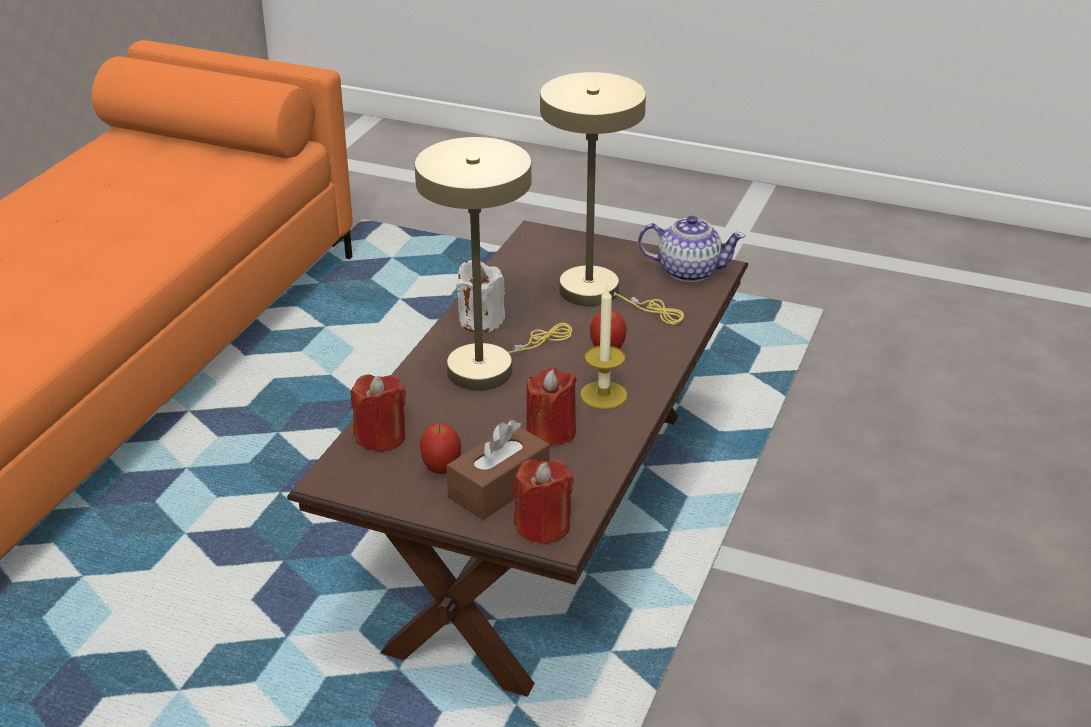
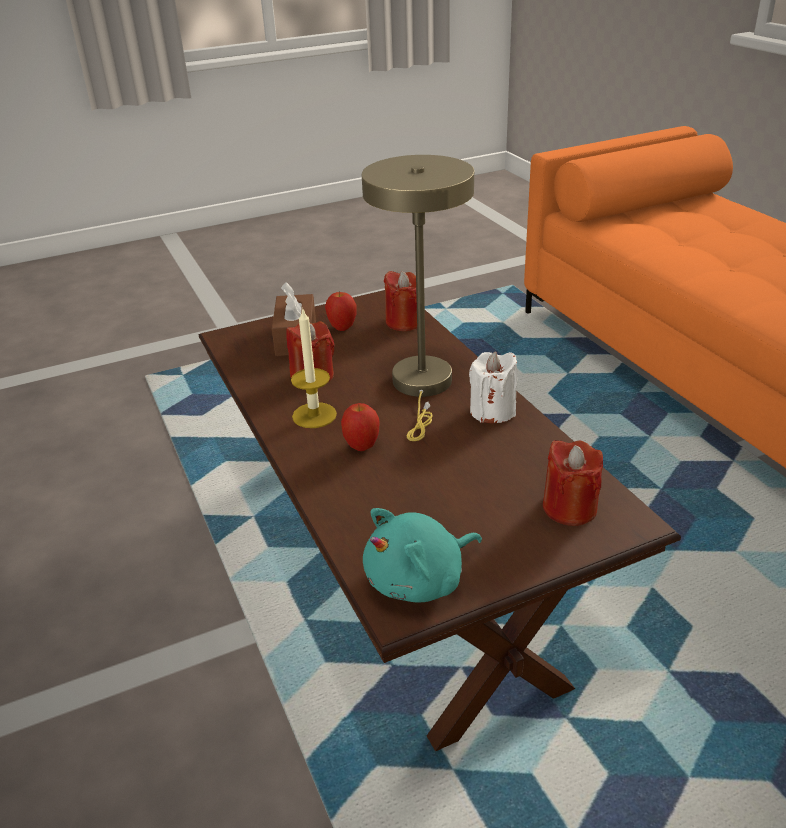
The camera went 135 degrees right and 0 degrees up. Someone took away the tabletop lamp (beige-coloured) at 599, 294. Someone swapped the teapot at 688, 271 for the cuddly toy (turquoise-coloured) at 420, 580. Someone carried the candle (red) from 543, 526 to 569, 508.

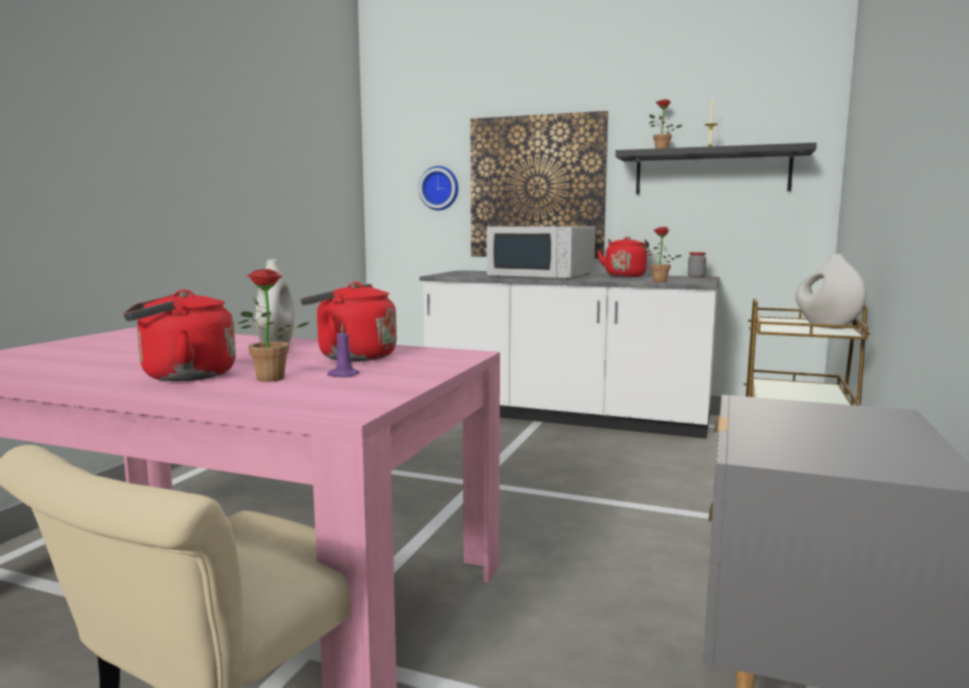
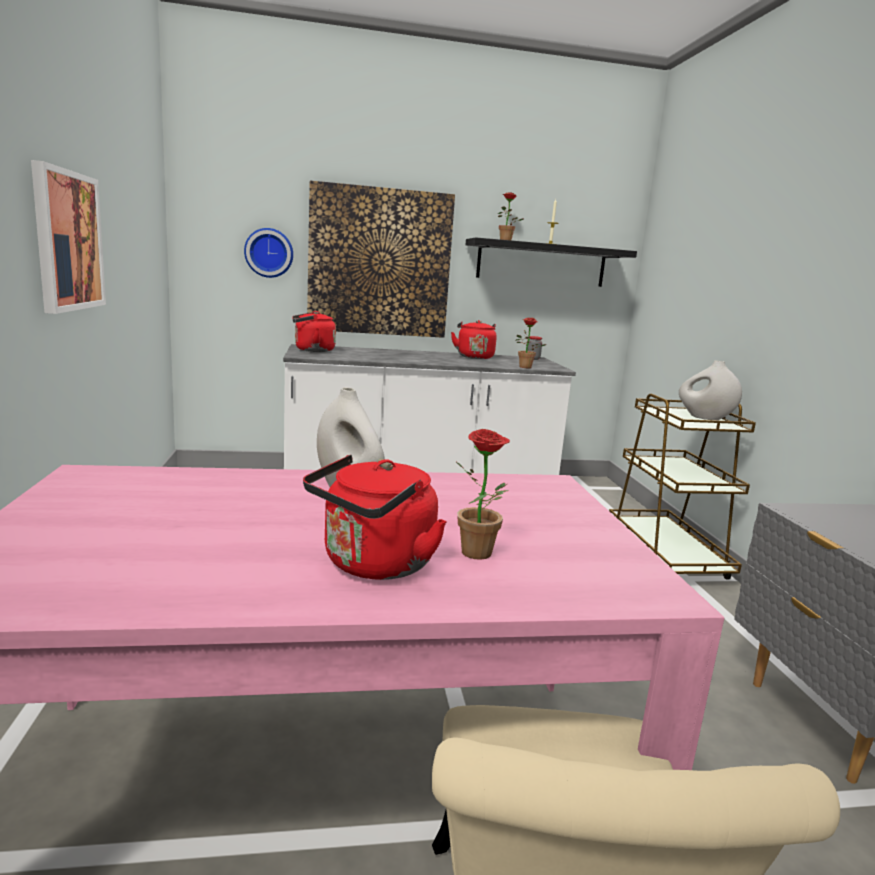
The camera went 30 degrees left and 5 degrees up. Someone took away the microwave (white-coloured) at 542, 275. Someone carried the tea kettle (red) from 352, 357 to 312, 350. Someone took away the candle (purple-coloured) at 342, 375. Someone put up the wall art at 67, 241.

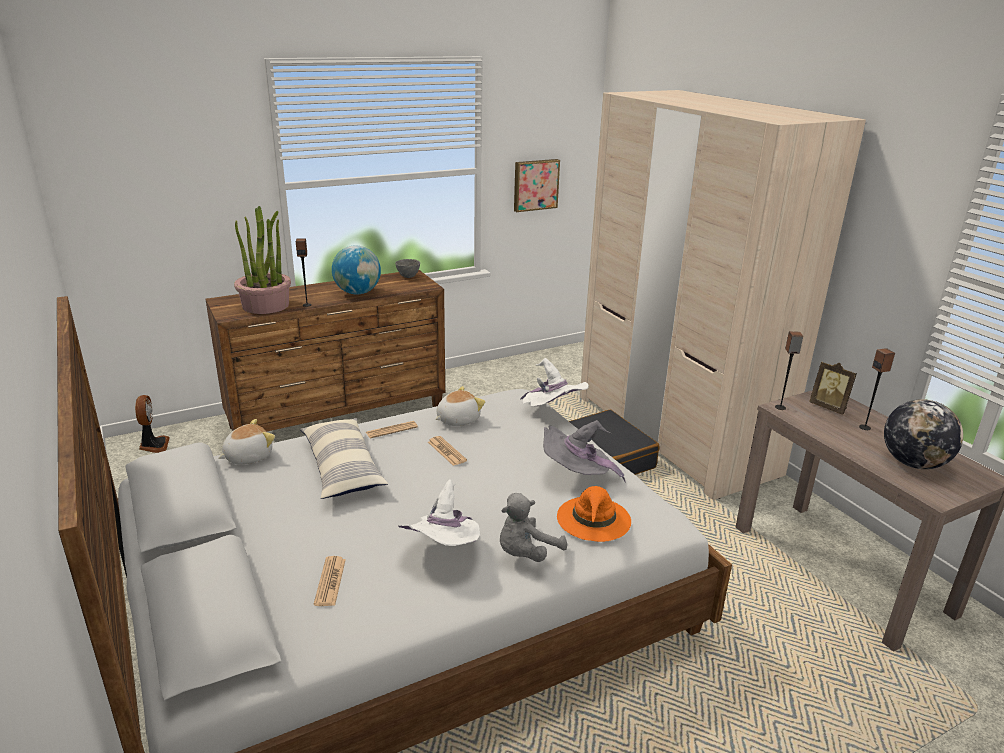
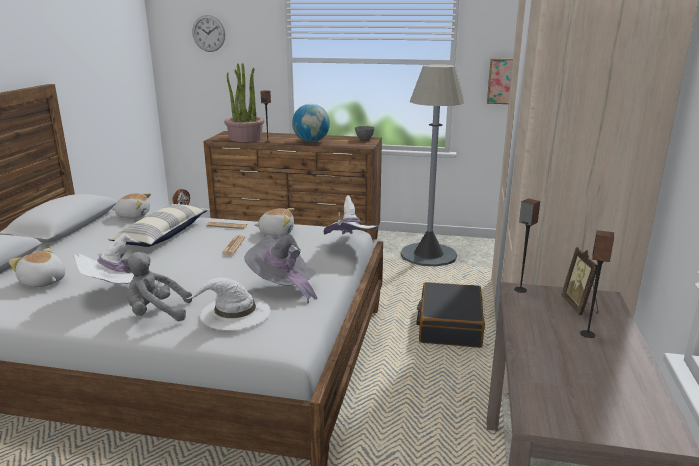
The camera went 40 degrees right and 5 degrees down. Someone took away the world globe at 913, 463. Someone repainted the wearable hat (orangey) at 594, 519, which became the wearable hat (white-coloured) at 234, 313. Someone swapped the daily paper at 330, 581 for the cuddly toy at 43, 282. Someone put up the wall clock at 208, 33. Someone put down the standing lamp (greyish) at 428, 255.

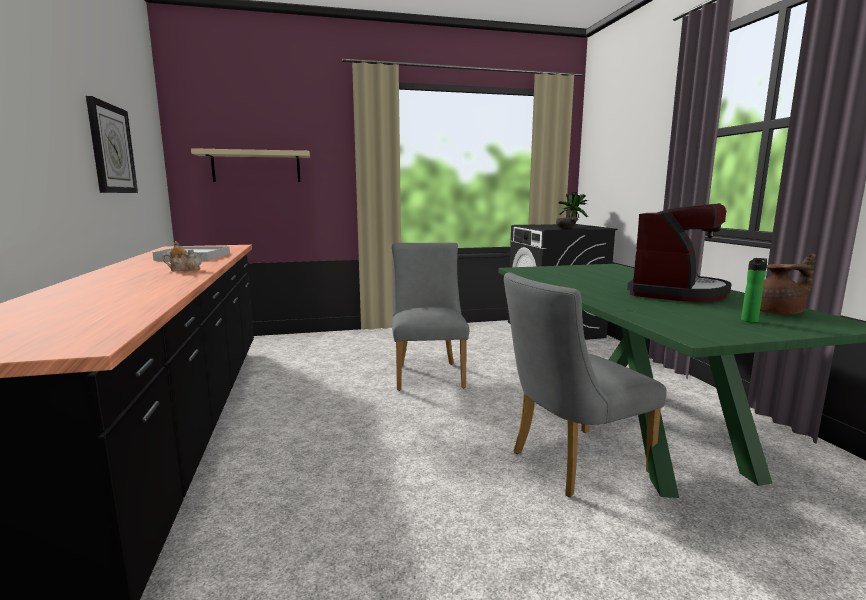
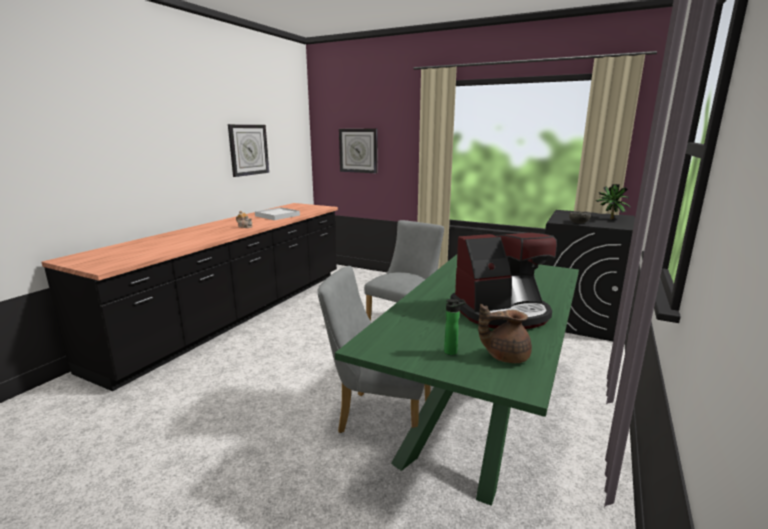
The camera went 40 degrees right and 5 degrees up. Someone swapped the bracket shelf (beige-coloured) at 256, 167 for the wall clock at 358, 150. Someone rotated the teapot (brown-coloured) at 779, 313 by 150 degrees clockwise.

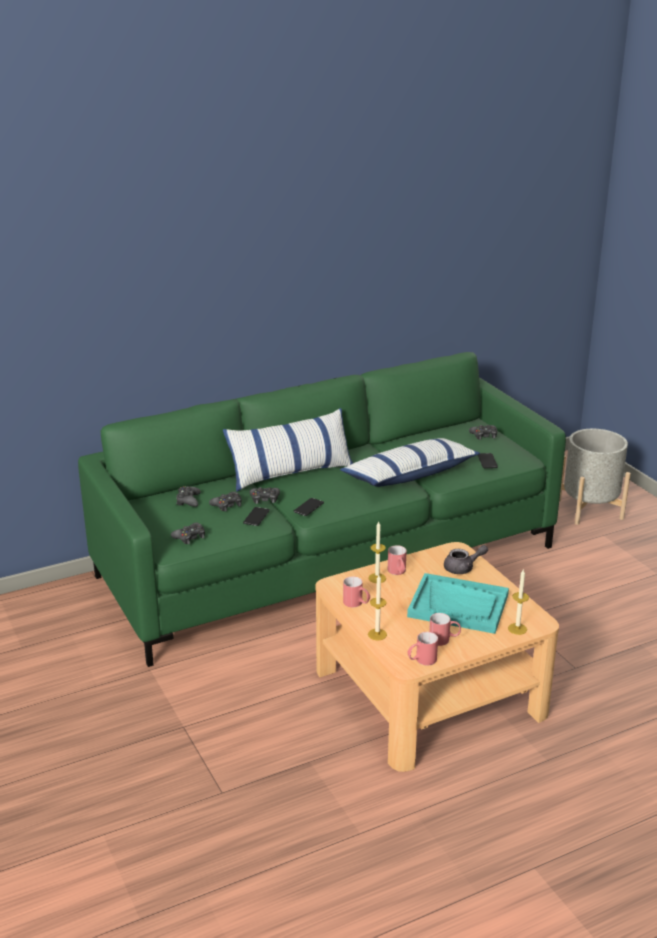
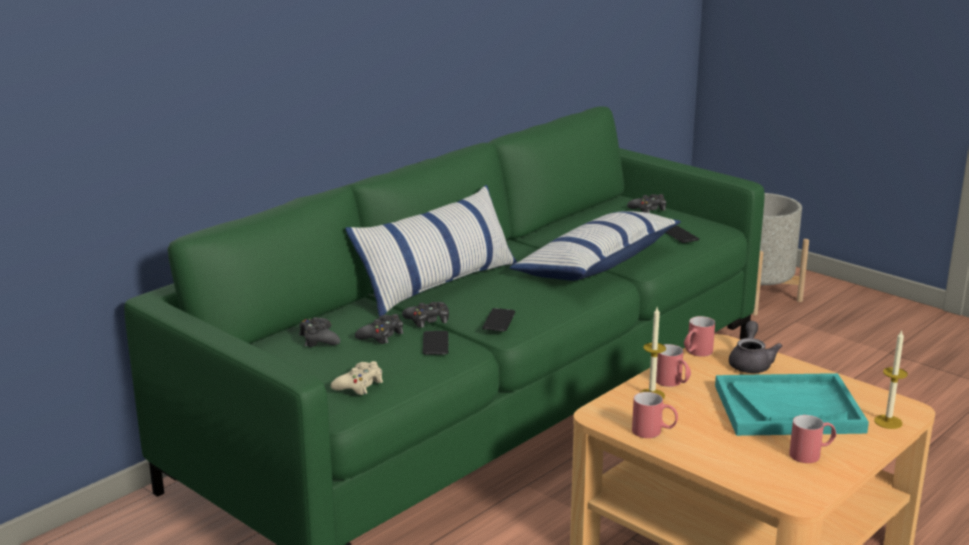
The camera went 20 degrees left and 5 degrees down. Someone repainted the game controller (black) at 189, 537, which became the game controller (beige-coloured) at 359, 385. Someone rotated the teapot (greyish) at 463, 568 by 45 degrees counterclockwise. Someone took away the candle at 377, 634. Someone carried the coffee mug (red) from 421, 661 to 696, 353.

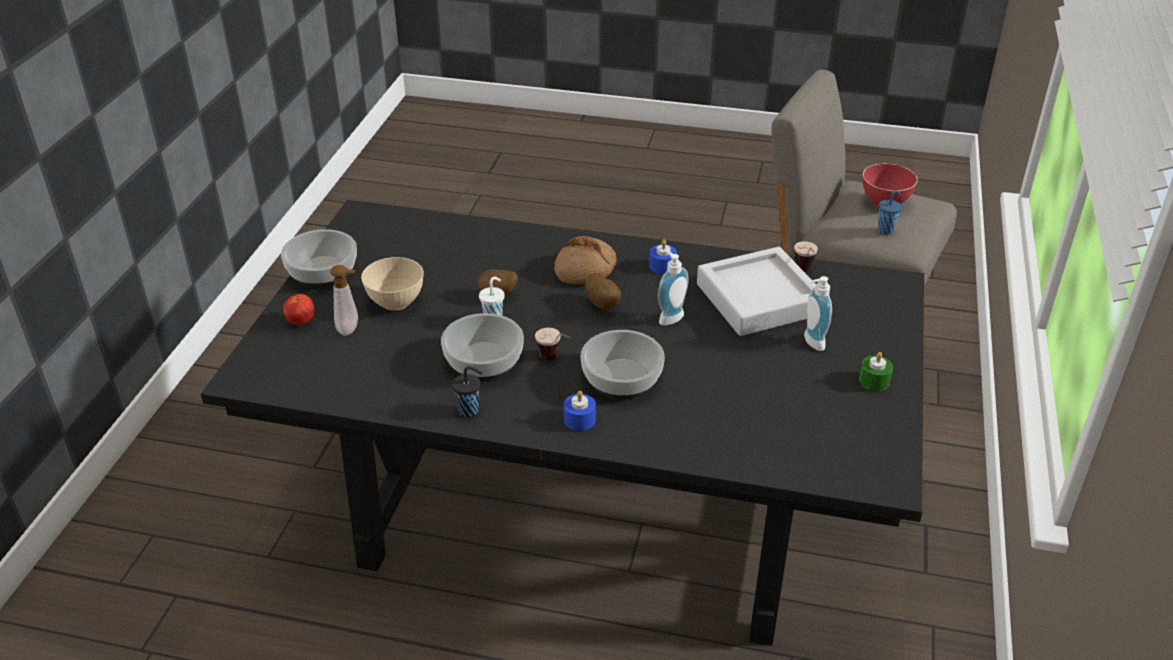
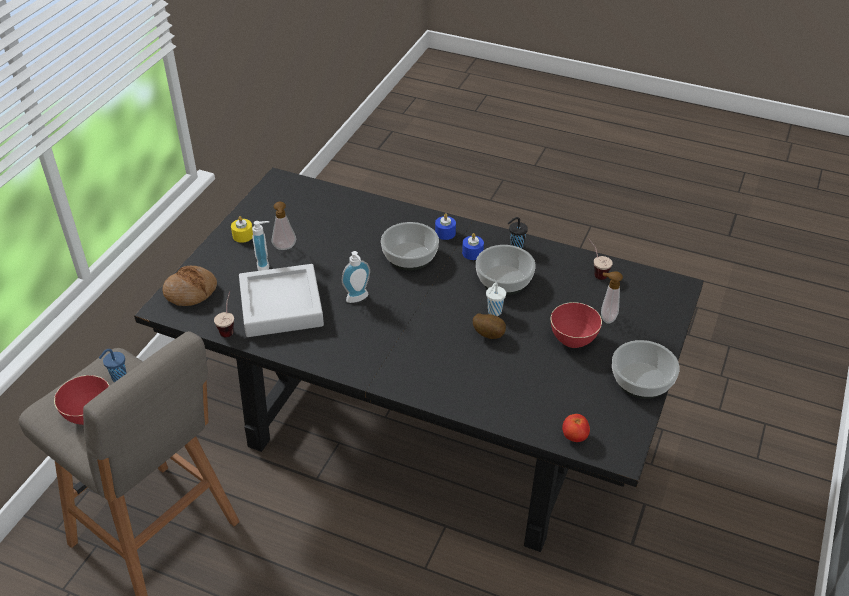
The camera went 170 degrees left and 5 degrees up. Someone carried the bread from 585, 270 to 191, 291. Someone carried the candle (blue) from 662, 266 to 472, 253. Someone repainted the serving bowl (beige-coloured) at 395, 302, which became the serving bowl (red) at 573, 339. Someone took away the potato at 603, 304. Someone carried the fresh tomato from 301, 321 to 574, 437. Someone carried the small cup from 555, 360 to 595, 271. Someone repainted the candle (greenish) at 874, 380, which became the candle (yellowish) at 243, 235. Someone put down the soap bottle at 285, 248.

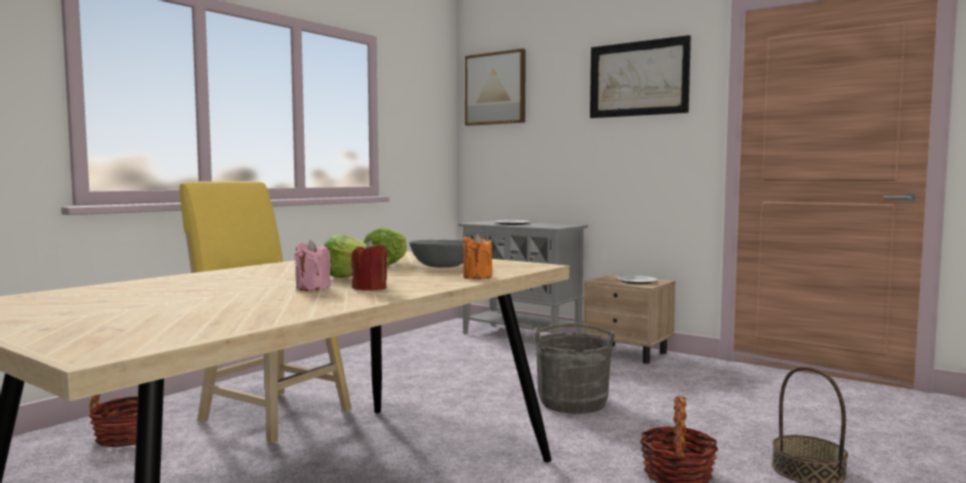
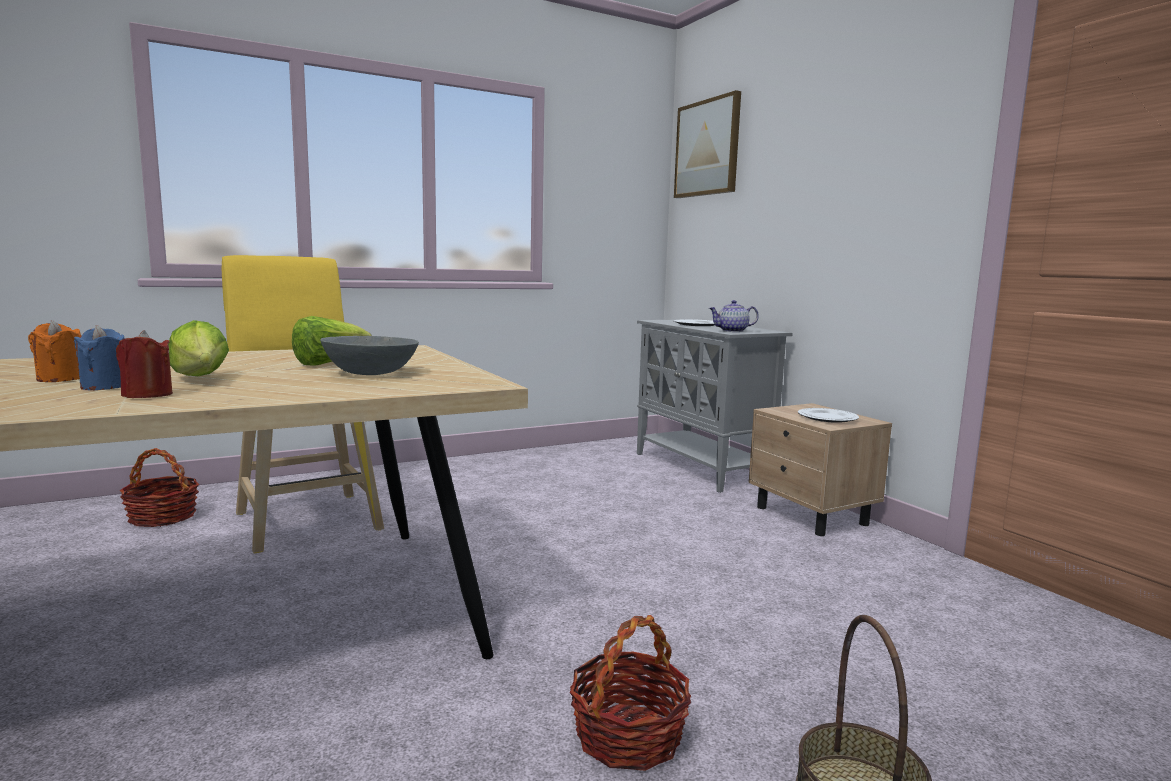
The camera went 25 degrees right and 5 degrees up. Someone took away the wall art at 638, 79. Someone carried the candle (orangey) from 477, 277 to 61, 379. Someone repainted the candle (pink) at 312, 288, which became the candle (blue) at 105, 386. Someone took away the pail (greyish) at 573, 402. Someone put down the teapot at 732, 331.

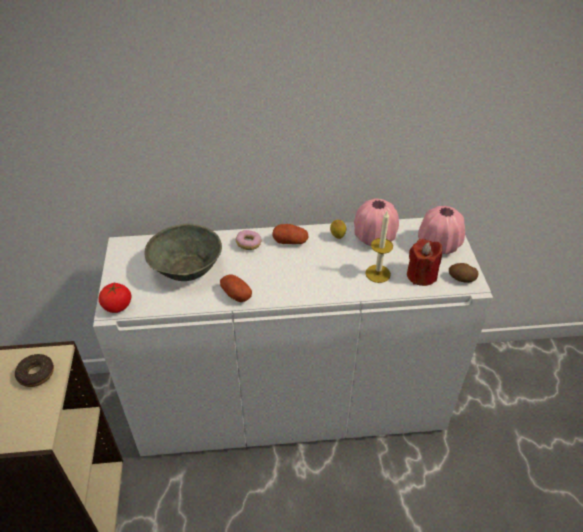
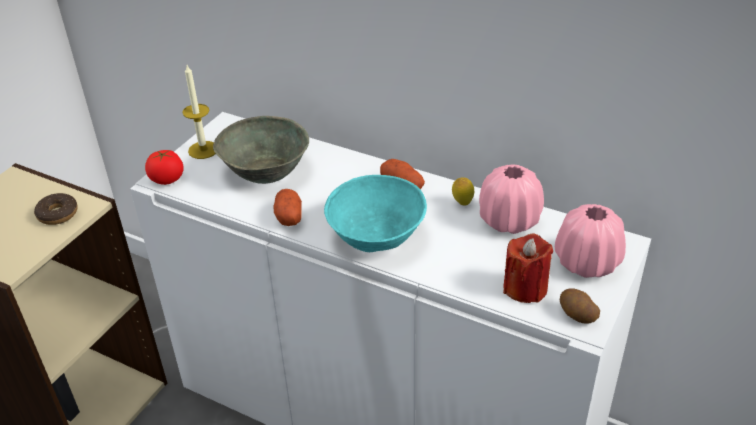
The camera went 35 degrees right and 5 degrees down. Someone carried the candle from 378, 273 to 203, 150. Someone took away the ring doughnut at 248, 244. Someone put down the serving bowl (turquoise-coloured) at 375, 235.

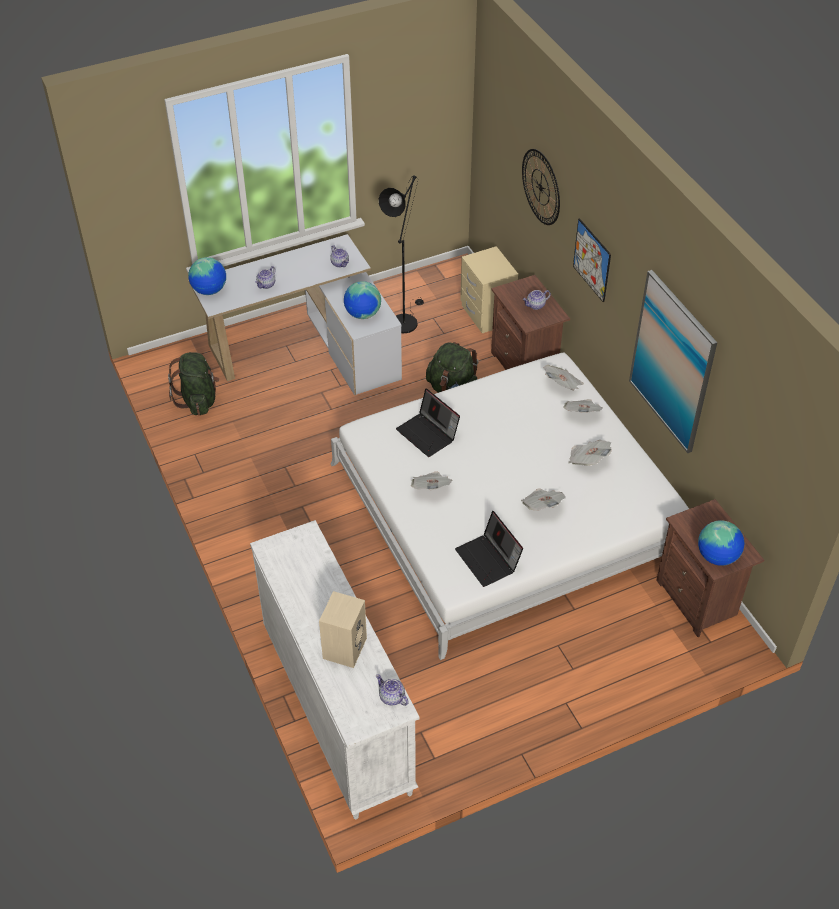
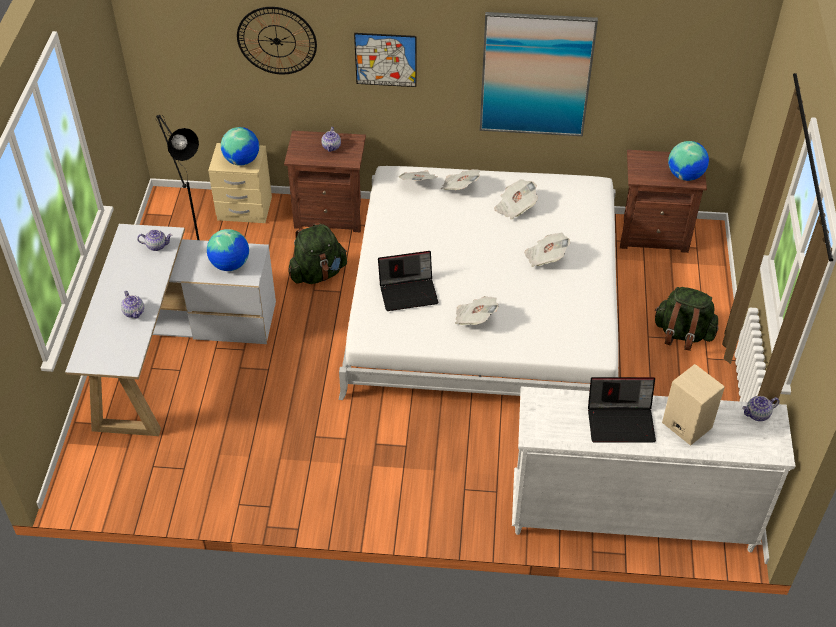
The camera went 60 degrees left and 0 degrees up. Someone carried the world globe from 209, 290 to 242, 160. Someone carried the backpack (greenish) from 198, 400 to 682, 334. Someone carried the laptop from 488, 560 to 621, 421.

